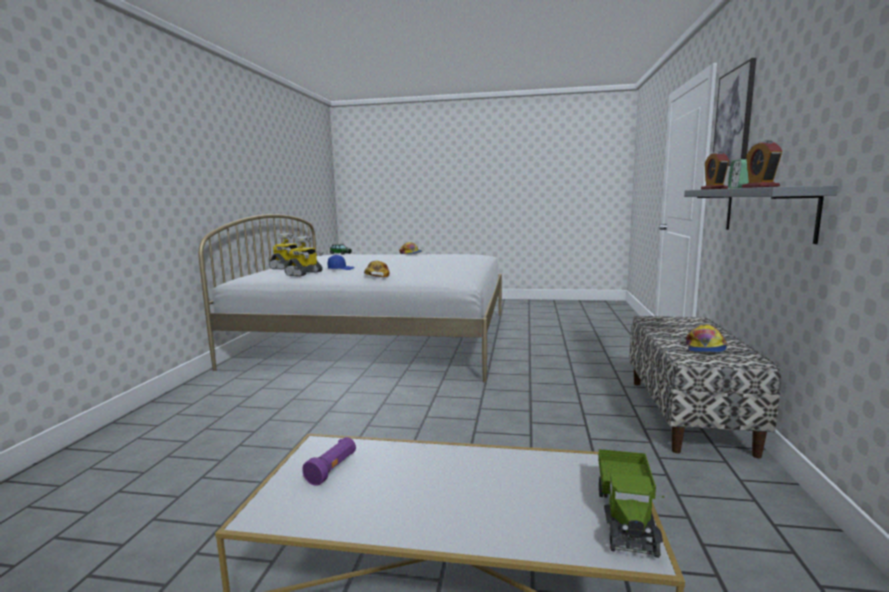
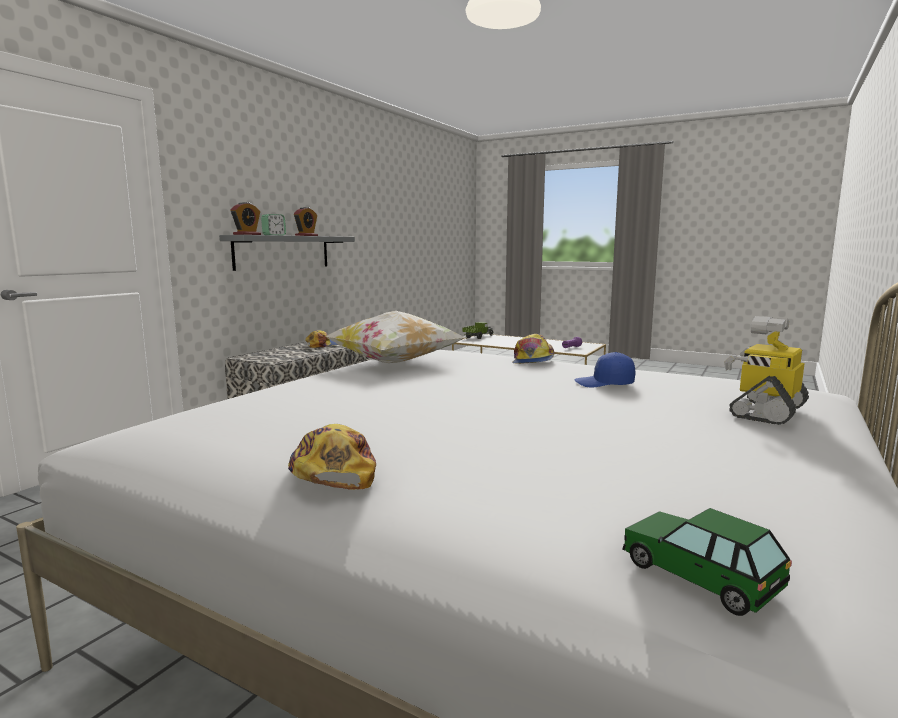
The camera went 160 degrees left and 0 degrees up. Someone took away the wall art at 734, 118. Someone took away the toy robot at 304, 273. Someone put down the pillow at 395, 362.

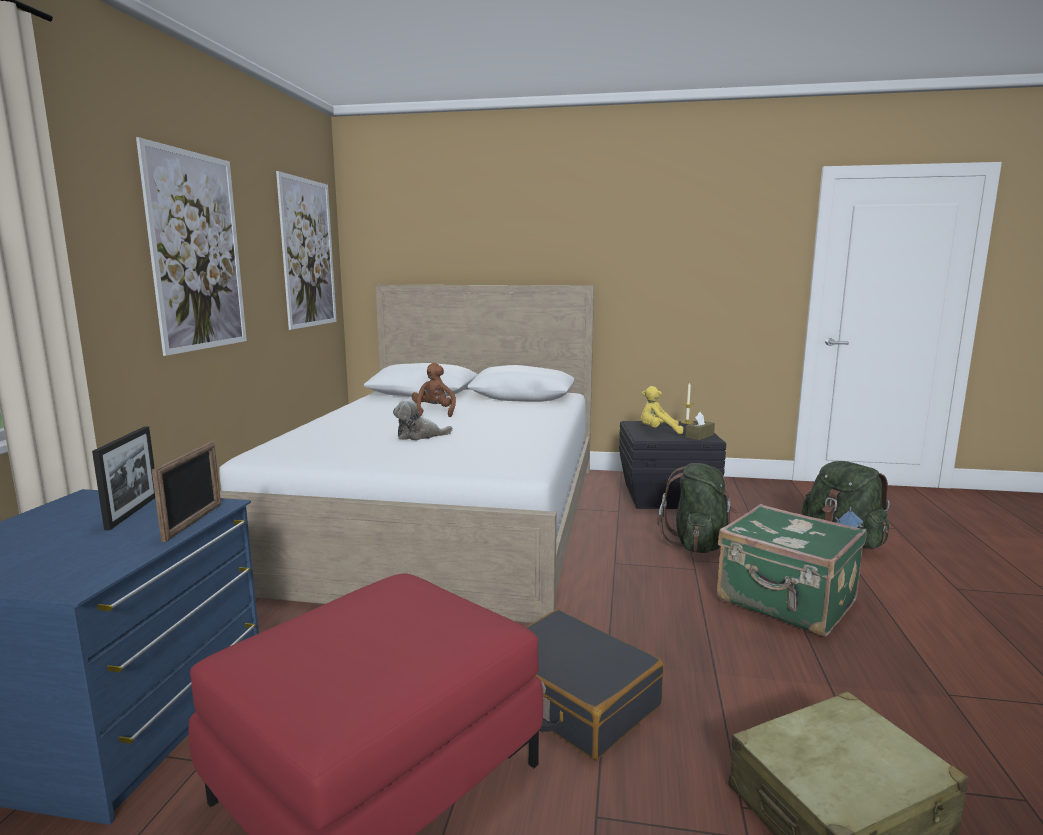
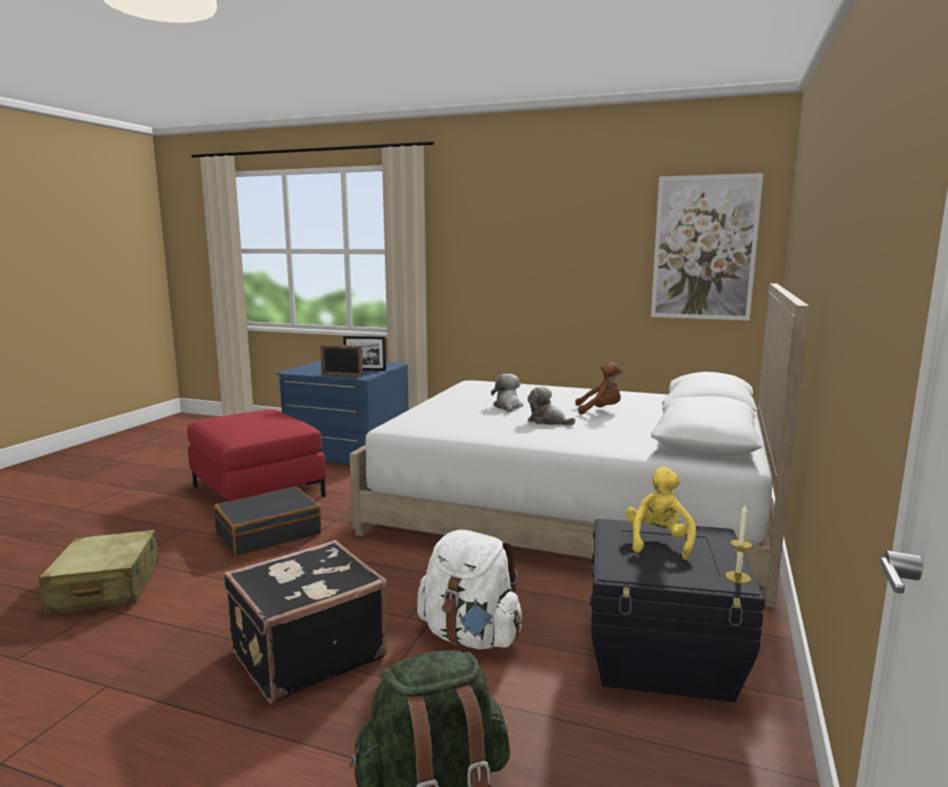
The camera went 100 degrees right and 0 degrees up. Someone took away the wall art at 197, 252. Someone took away the box of tissues (brown-coloured) at 699, 436. Someone repainted the backpack (greenish) at 698, 544, which became the backpack (white-coloured) at 470, 636. Someone repainted the suitcase (greenish) at 786, 602, which became the suitcase (black) at 306, 653. Someone put down the cuddly toy at 548, 421.

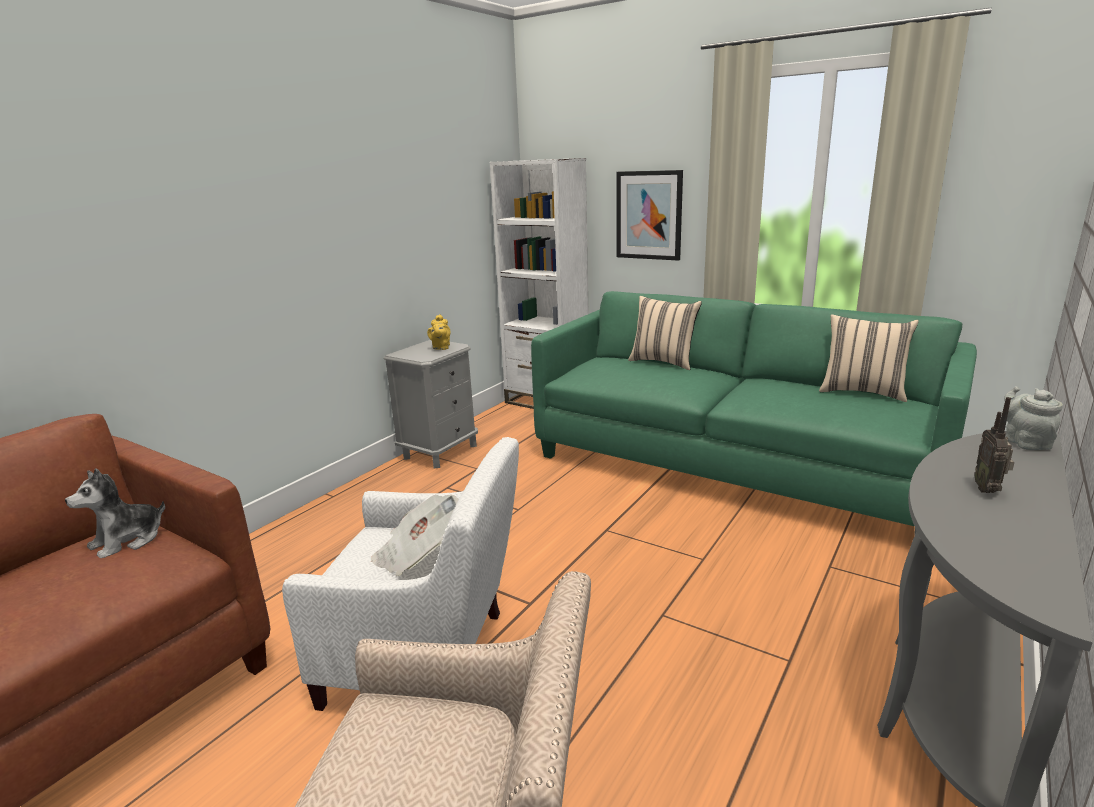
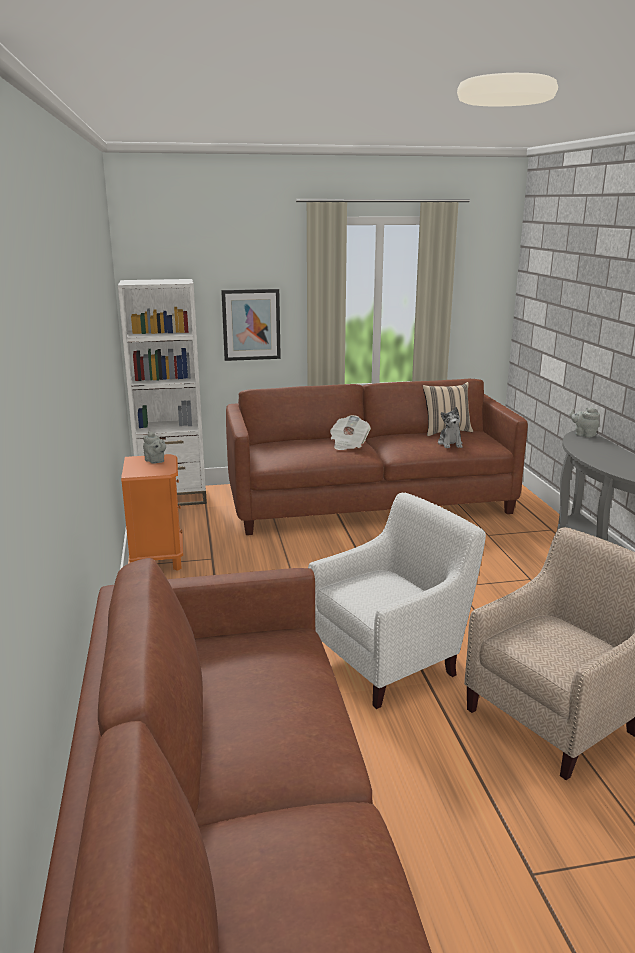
The camera went 45 degrees left and 0 degrees up. Someone repainted the couch (greenish) at 731, 466, which became the couch (brown-coloured) at 369, 502. Someone took away the pillow (beige-coloured) at 663, 362. Someone repainted the teapot (yellowish) at 441, 348, which became the teapot (greyish) at 155, 461. Someone repainted the bedside table (greyish) at 440, 451, which became the bedside table (orangey) at 157, 558. Someone took away the radio set at 988, 490. Someone carried the cuddly toy from 128, 540 to 450, 444. Someone carried the daily paper from 418, 554 to 348, 444.

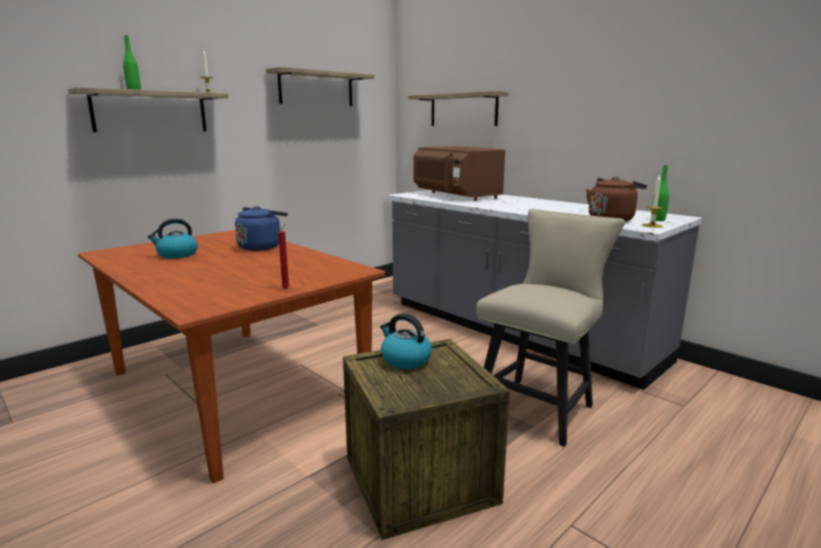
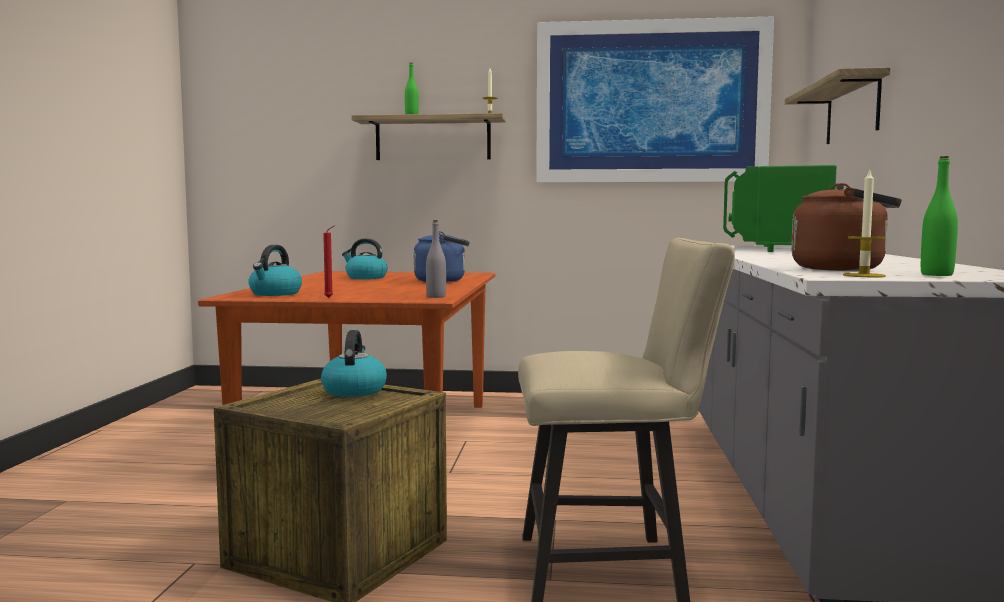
The camera went 50 degrees right and 10 degrees down. Someone swapped the bracket shelf at 316, 89 for the wall art at 651, 102. Someone repainted the microwave (brown-coloured) at 456, 195, which became the microwave (greenish) at 777, 249. Someone put down the beverage bottle (greyish) at 436, 297. Someone put down the tea kettle at 275, 294.

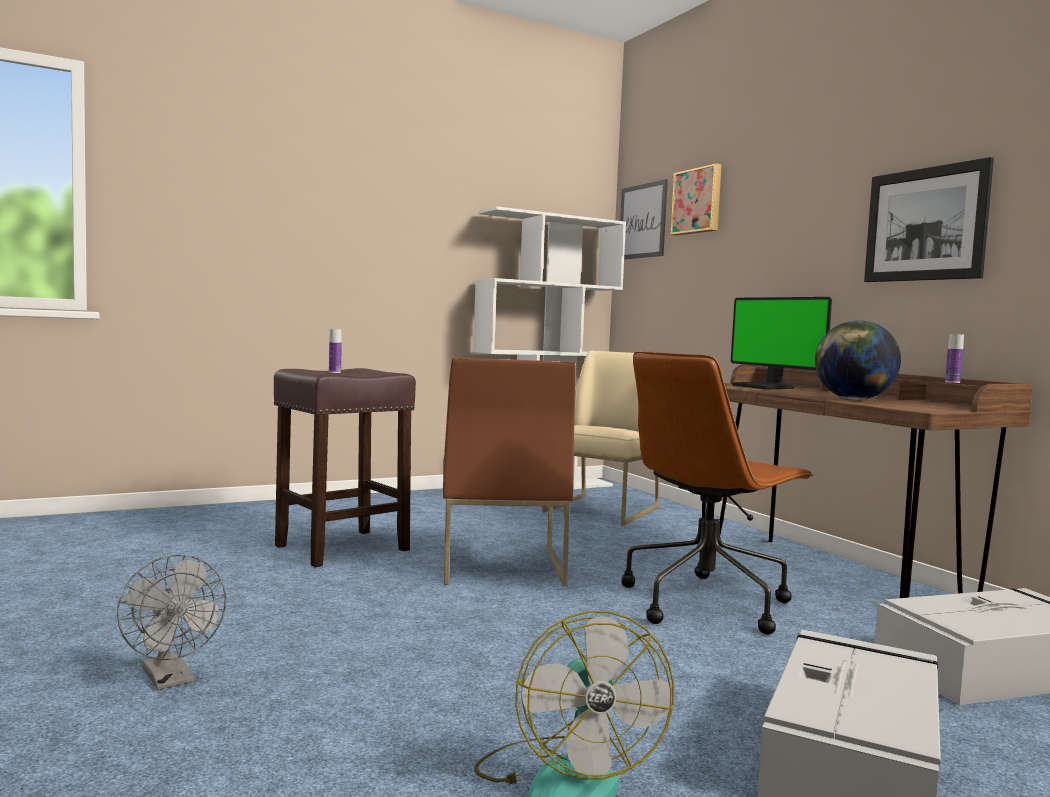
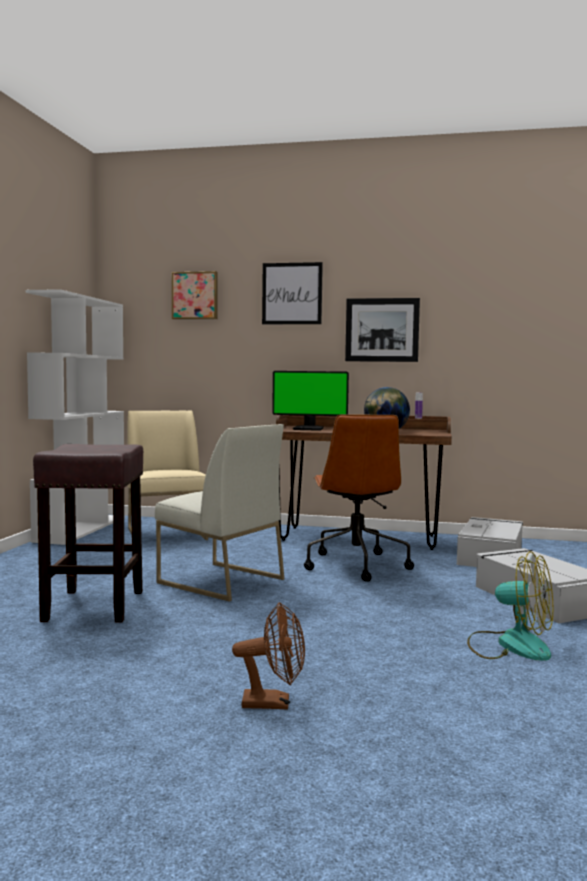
The camera went 50 degrees left and 0 degrees up. Someone carried the wall art from 642, 221 to 292, 293. Someone took away the beverage bottle at 334, 372. Someone repainted the upright chair (brown-coloured) at 500, 564, which became the upright chair (white-coloured) at 219, 581. Someone repainted the electric fan (greyish) at 171, 679, which became the electric fan (brown-coloured) at 274, 703.

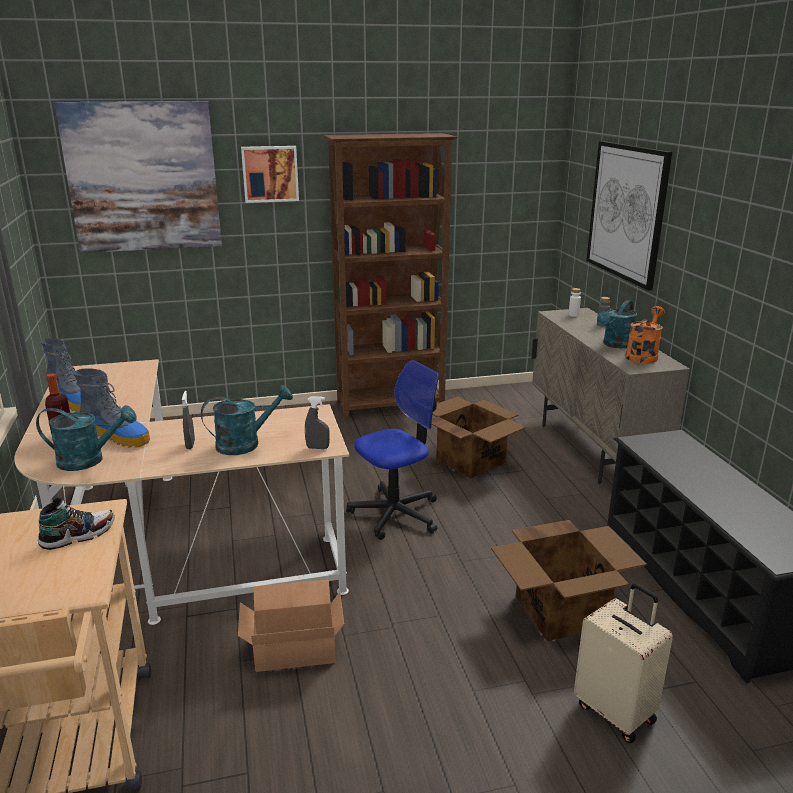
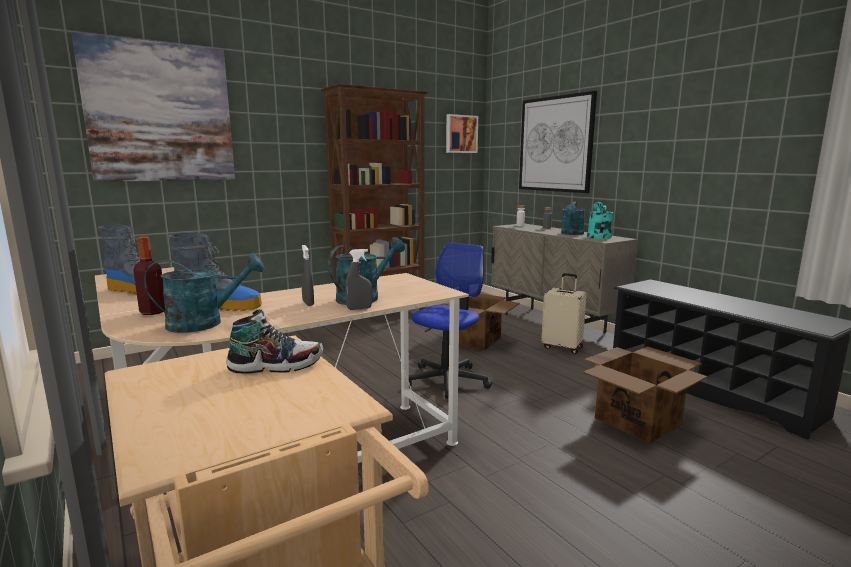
The camera went 20 degrees left and 10 degrees down. Someone carried the wall art from 270, 173 to 461, 134. Someone repainted the watering can (orangey) at 643, 355, which became the watering can (turquoise-coloured) at 598, 236. Someone carried the spray bottle (greyish) from 317, 448 to 359, 308. Someone rotated the item of footwear at 78, 535 by 45 degrees clockwise. Someone took away the packing box at 292, 646. Someone carried the suitcase (beige-coloured) from 616, 711 to 562, 347.

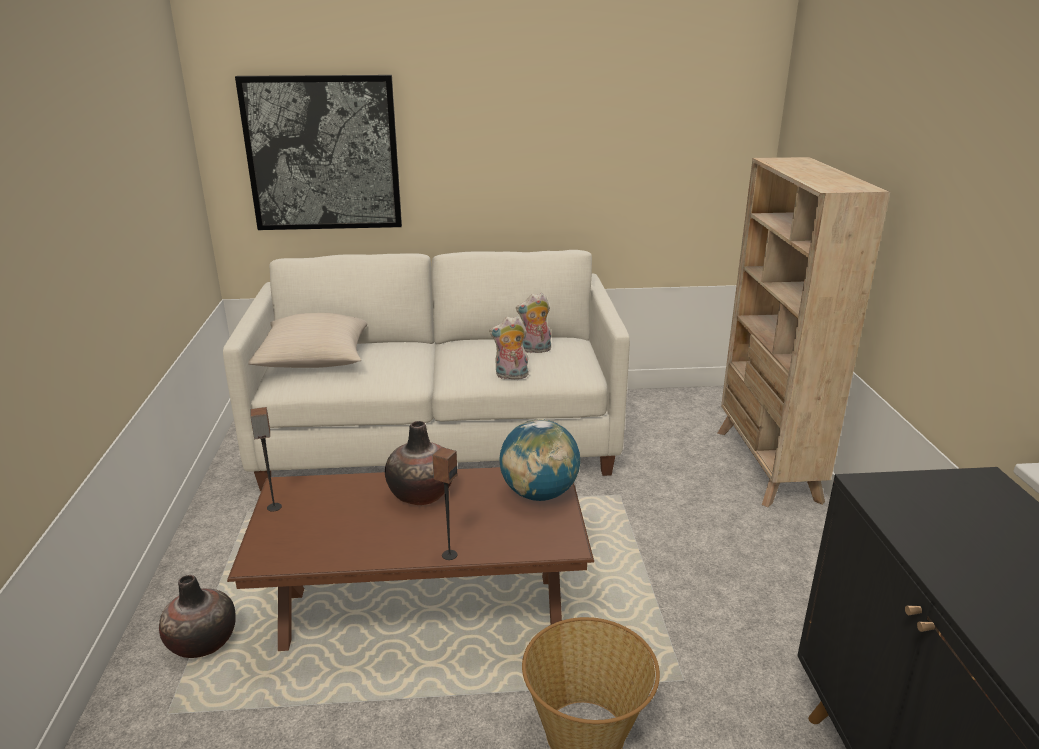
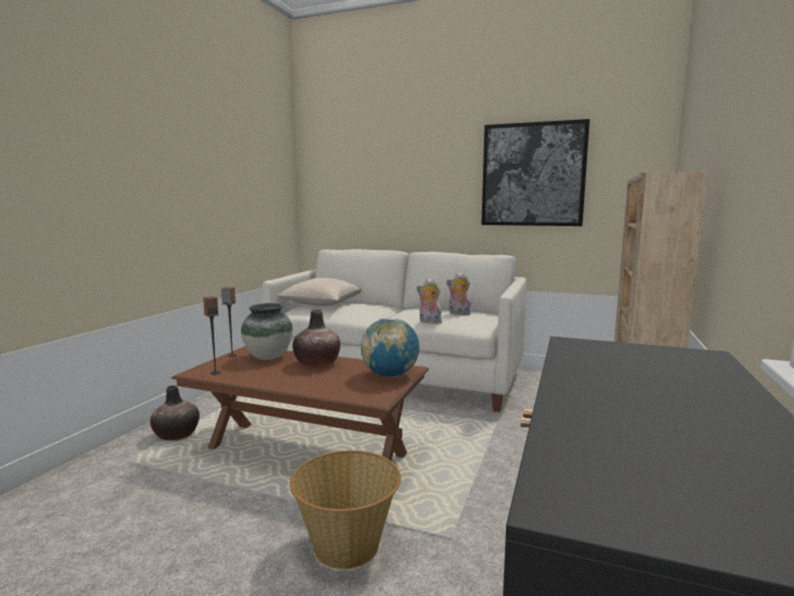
The camera went 25 degrees right and 15 degrees down. Someone carried the wall art from 323, 154 to 533, 175. Someone carried the speaker from 449, 555 to 215, 373. Someone put down the decorative vase at 269, 357.

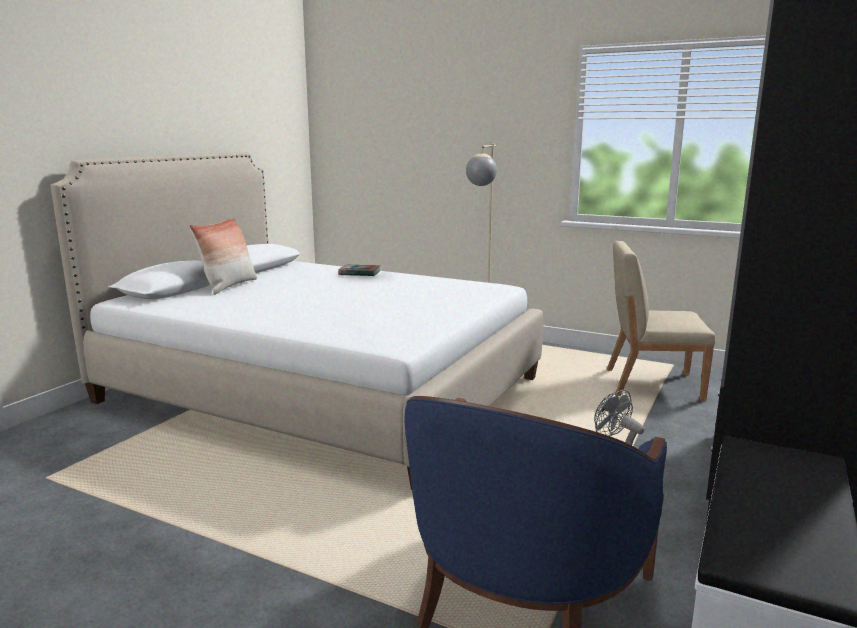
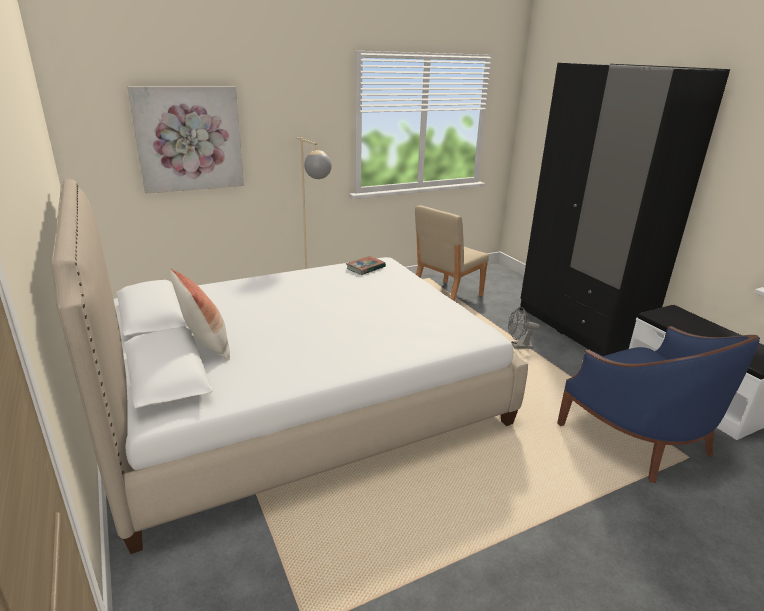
The camera went 55 degrees left and 10 degrees up. Someone carried the bound book from 359, 273 to 365, 268. Someone put up the wall art at 189, 139.

